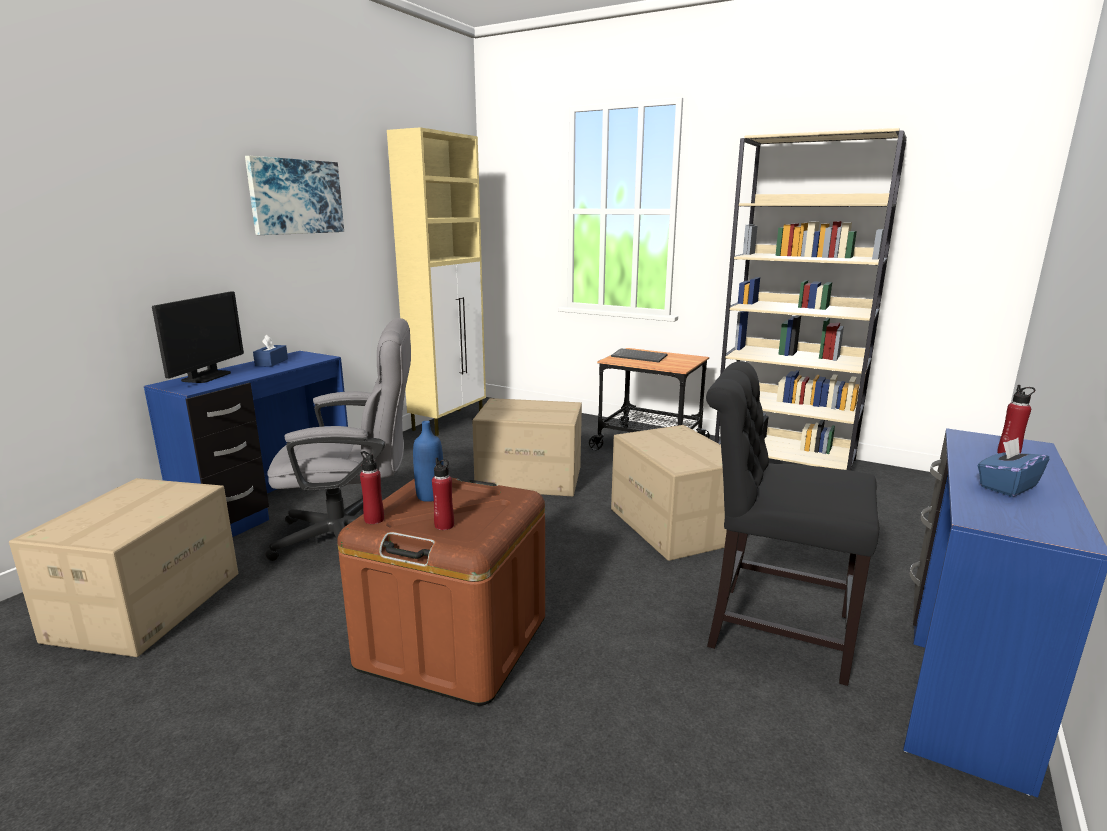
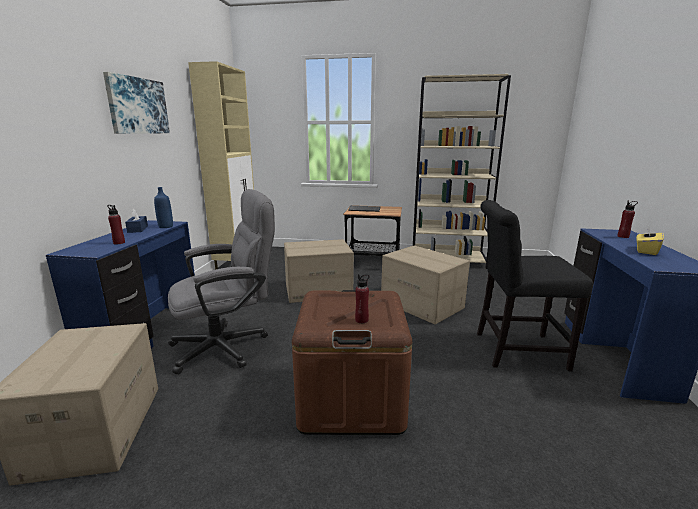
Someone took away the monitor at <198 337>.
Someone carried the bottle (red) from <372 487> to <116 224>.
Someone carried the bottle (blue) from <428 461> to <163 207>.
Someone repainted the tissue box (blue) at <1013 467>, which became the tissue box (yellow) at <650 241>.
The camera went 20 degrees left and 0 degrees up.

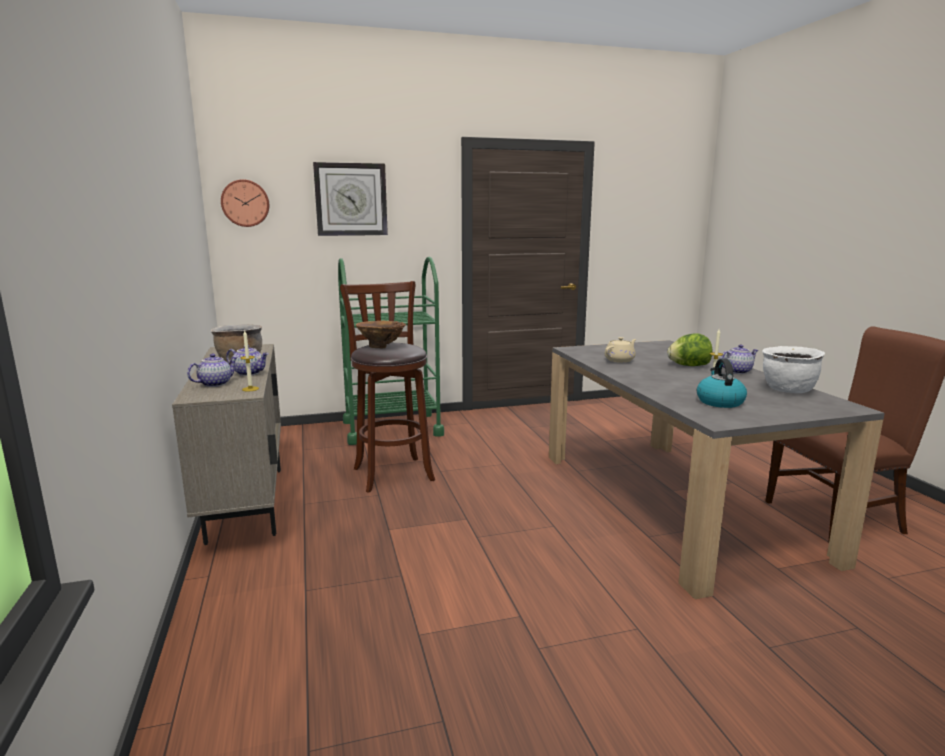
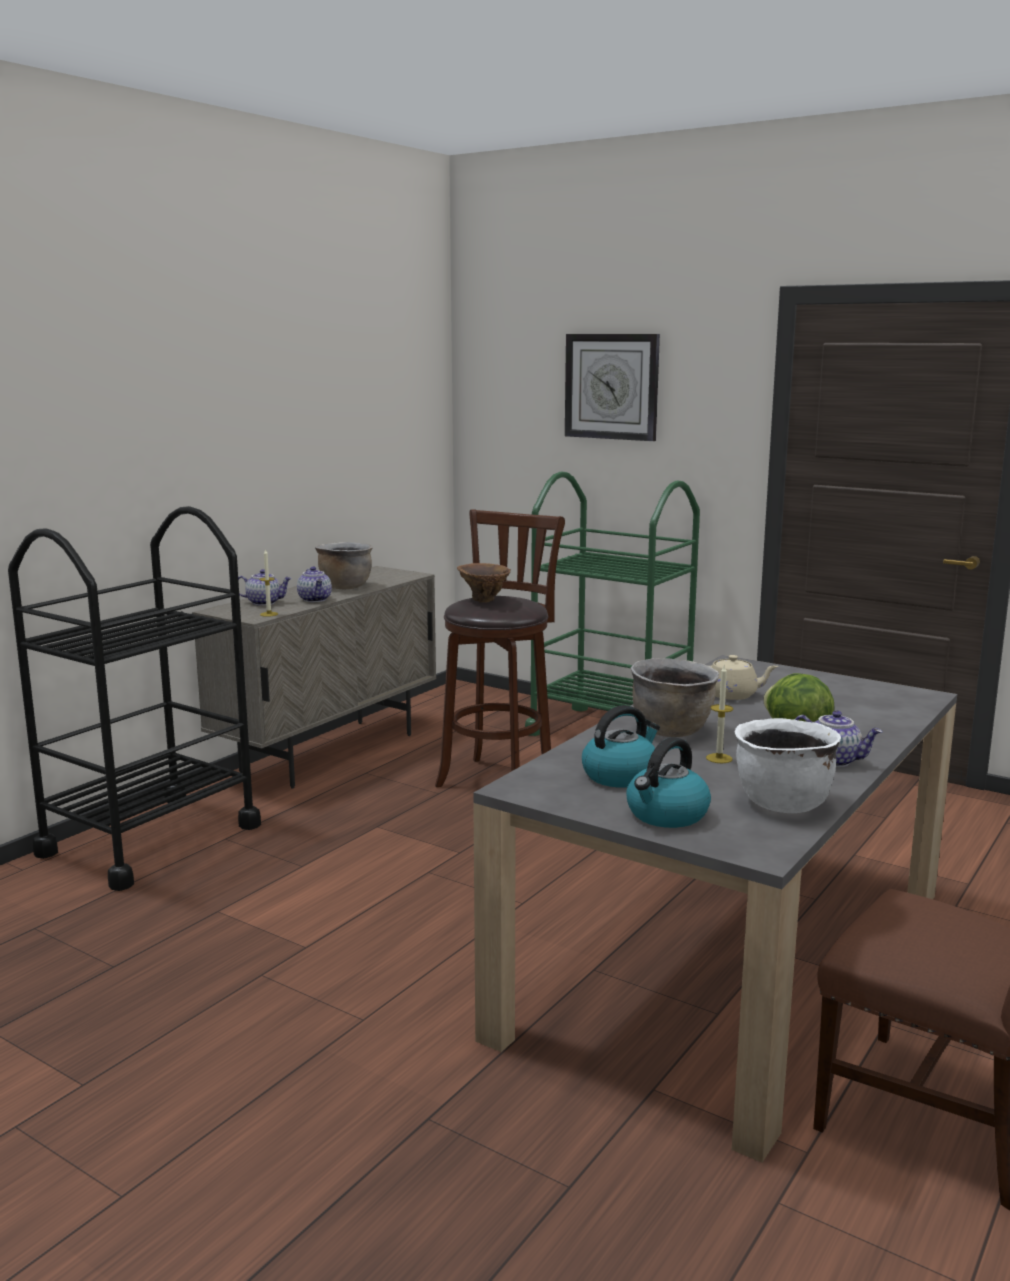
Someone took away the wall clock at <245 203>.
Someone put down the cart (black) at <134 698>.
Someone put down the kettle at <668 782>.
Someone put down the cooking pot (brown) at <675 697>.
The camera went 50 degrees right and 0 degrees up.

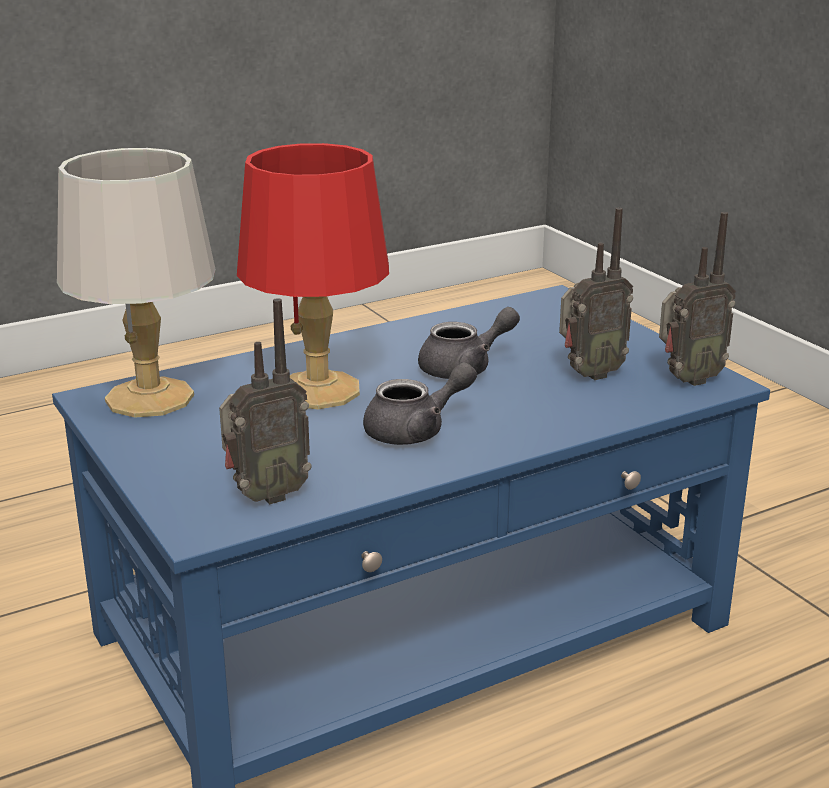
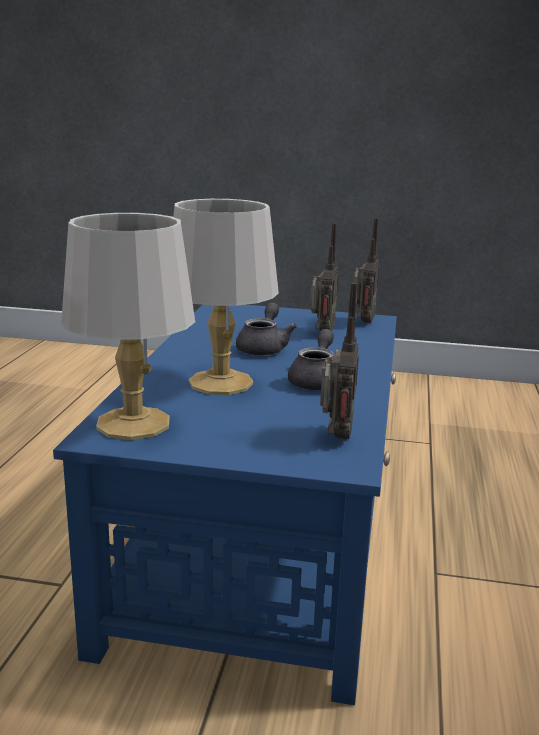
Someone repainted the table lamp (red) at <313 276>, which became the table lamp (grey) at <226 297>.
The camera went 50 degrees left and 5 degrees down.

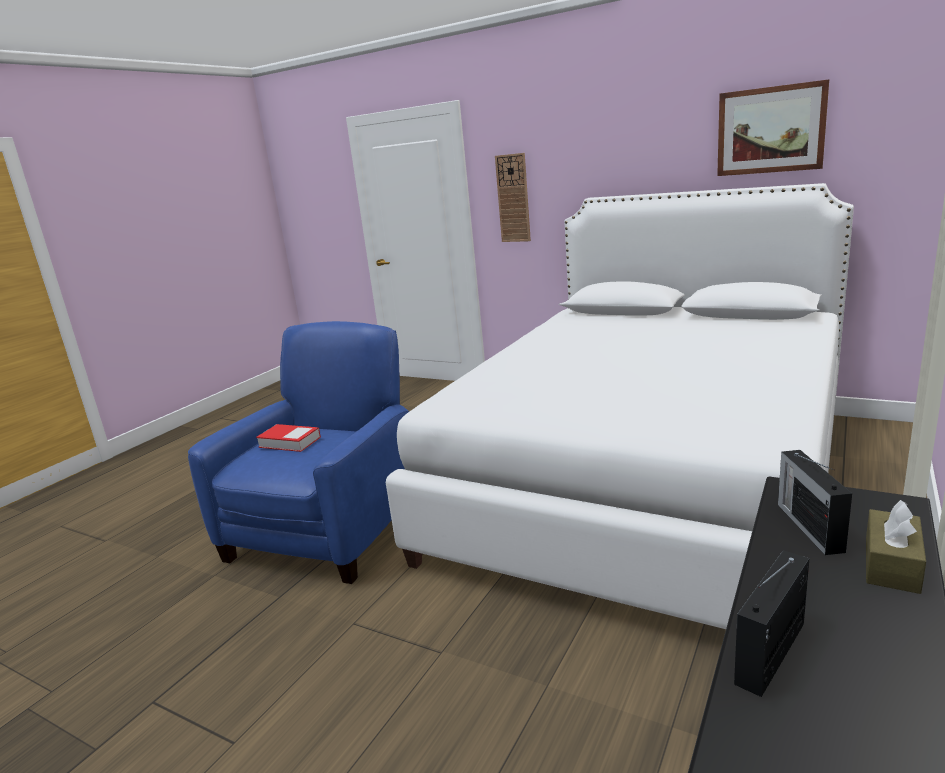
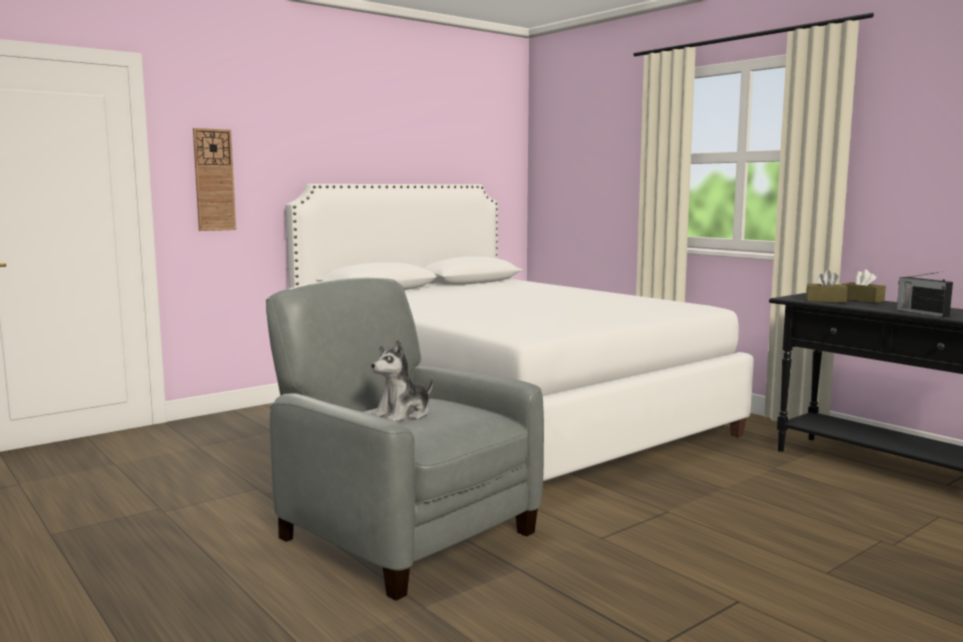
Someone repainted the armchair (blue) at <298 452>, which became the armchair (grey) at <405 439>.
Someone swapped the book at <288 438> for the plush toy at <402 381>.
Someone took away the picture at <773 127>.
Someone swapped the radio at <815 502> for the tissue box (brown) at <826 286>.
The camera went 70 degrees left and 10 degrees down.

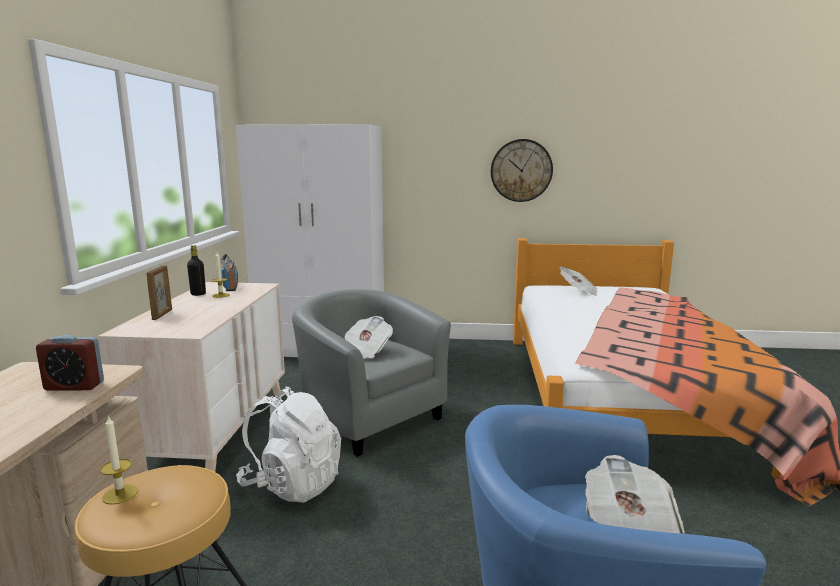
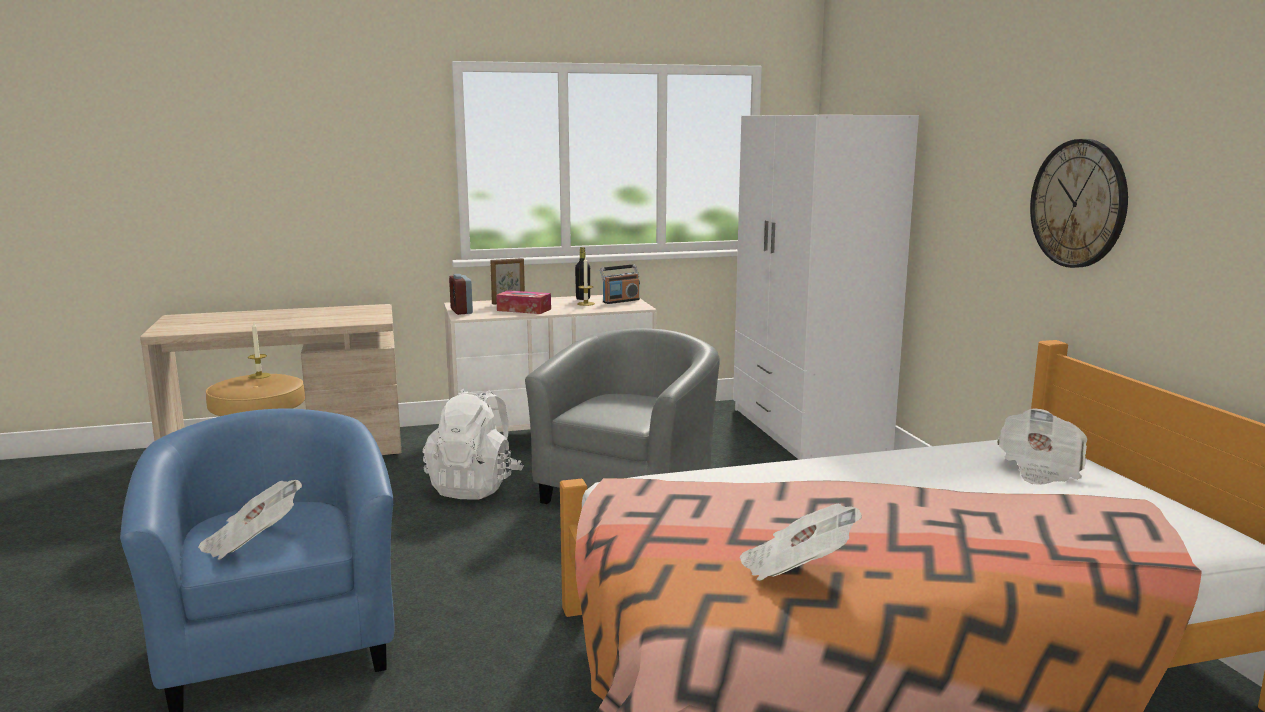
Someone carried the alarm clock from <70 363> to <461 294>.
Someone carried the newspaper from <369 337> to <801 542>.
Someone put down the tissue box at <523 302>.
The camera went 70 degrees right and 0 degrees up.

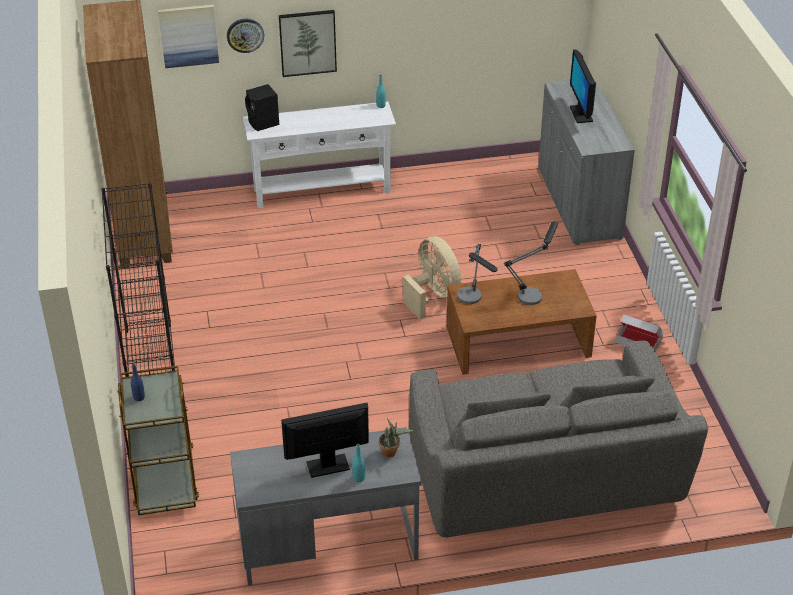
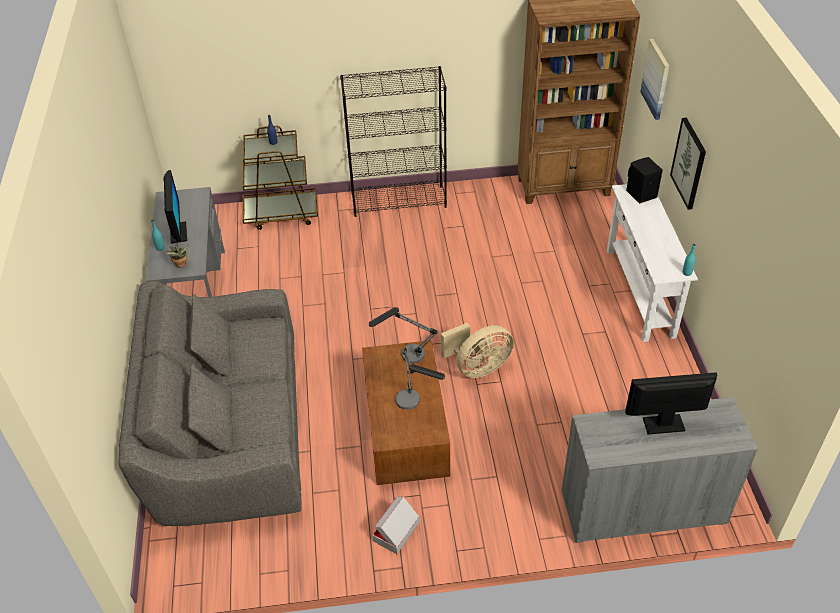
Someone took away the wall clock at <245 36>.
The camera went 95 degrees right and 5 degrees up.

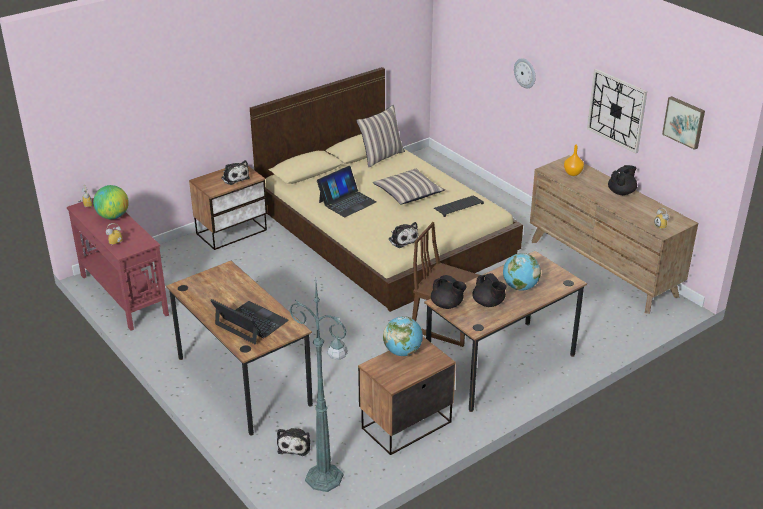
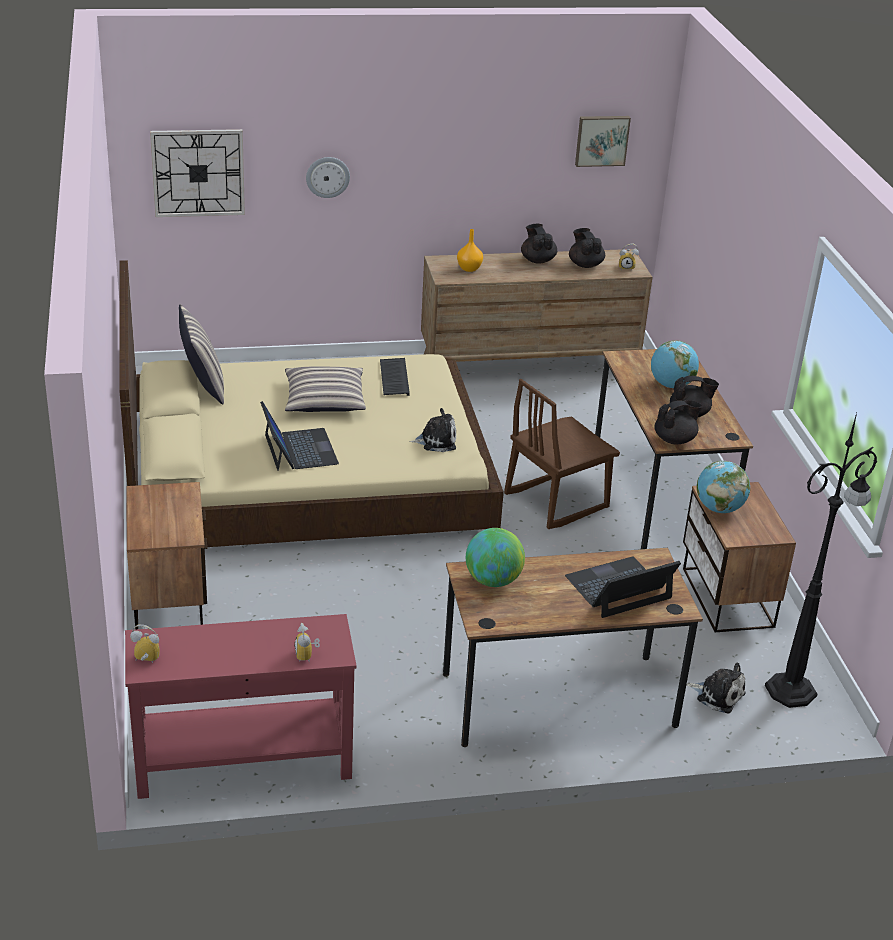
Someone carried the globe from <111 202> to <495 557>.
Someone took away the plush toy at <235 172>.
Someone repainted the floor lamp (green) at <318 388>, which became the floor lamp (black) at <821 560>.
Someone carried the wall clock from <617 111> to <197 173>.
Someone put down the teapot (black) at <587 248>.
The camera went 65 degrees left and 0 degrees up.

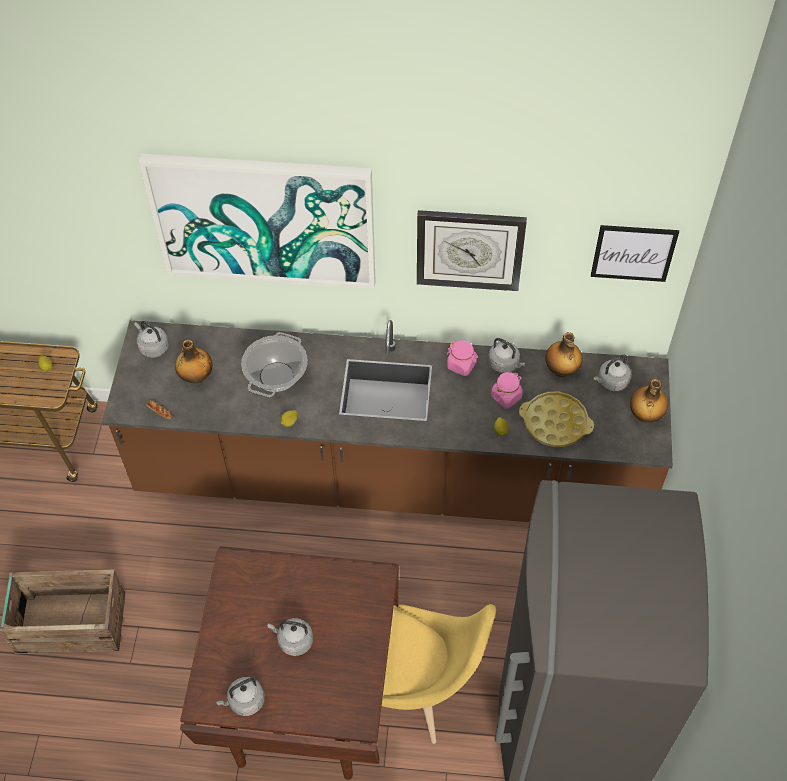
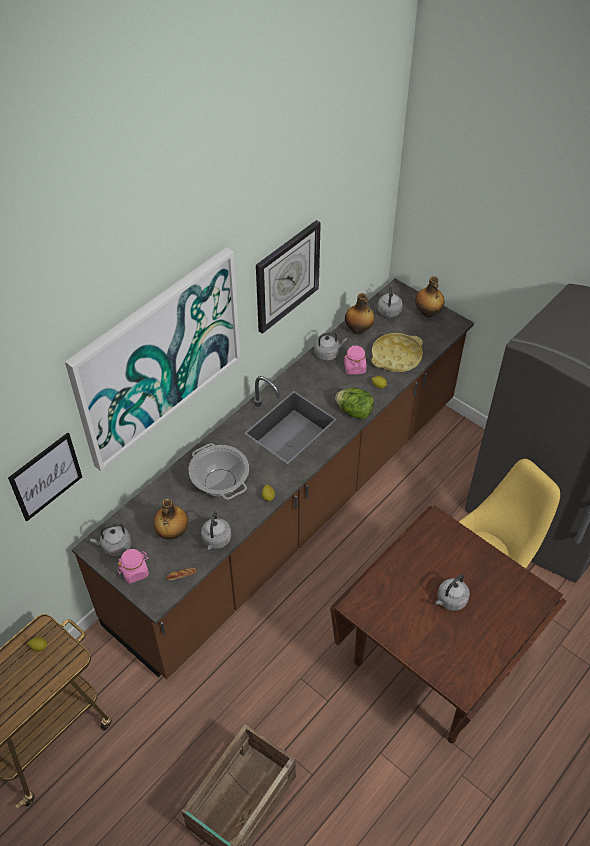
Someone carried the kettle (grey) from <240 696> to <216 530>.
Someone carried the jar (pink) from <462 358> to <133 566>.
Someone carried the picture from <635 253> to <45 477>.
Someone put down the lettuce at <354 403>.
The camera went 55 degrees left and 5 degrees down.

